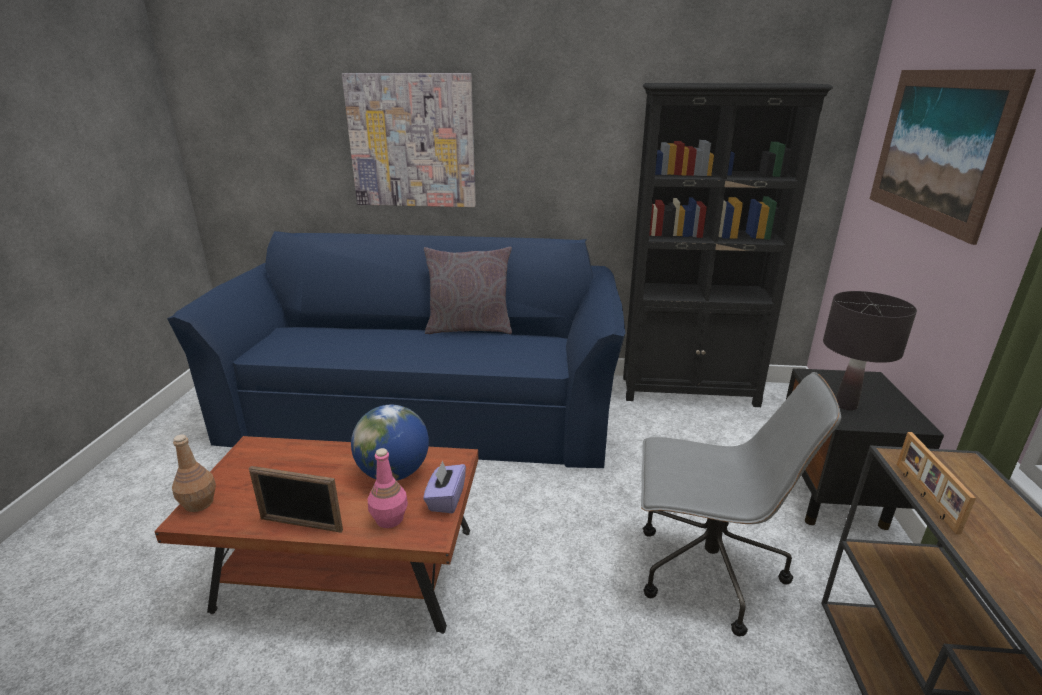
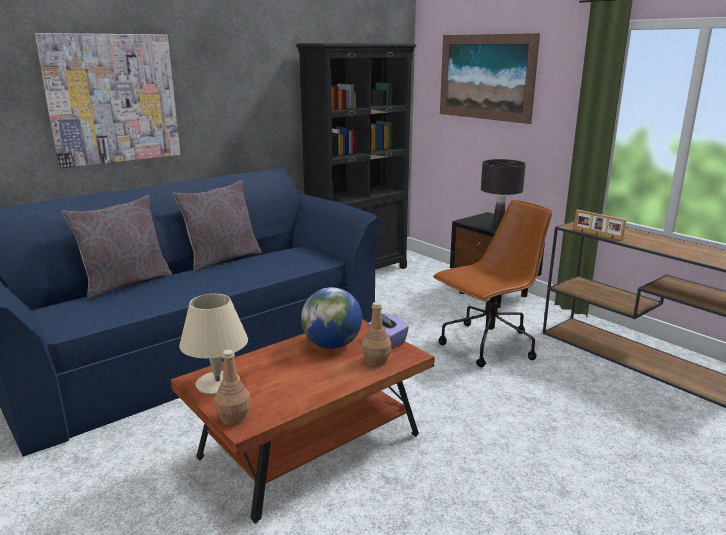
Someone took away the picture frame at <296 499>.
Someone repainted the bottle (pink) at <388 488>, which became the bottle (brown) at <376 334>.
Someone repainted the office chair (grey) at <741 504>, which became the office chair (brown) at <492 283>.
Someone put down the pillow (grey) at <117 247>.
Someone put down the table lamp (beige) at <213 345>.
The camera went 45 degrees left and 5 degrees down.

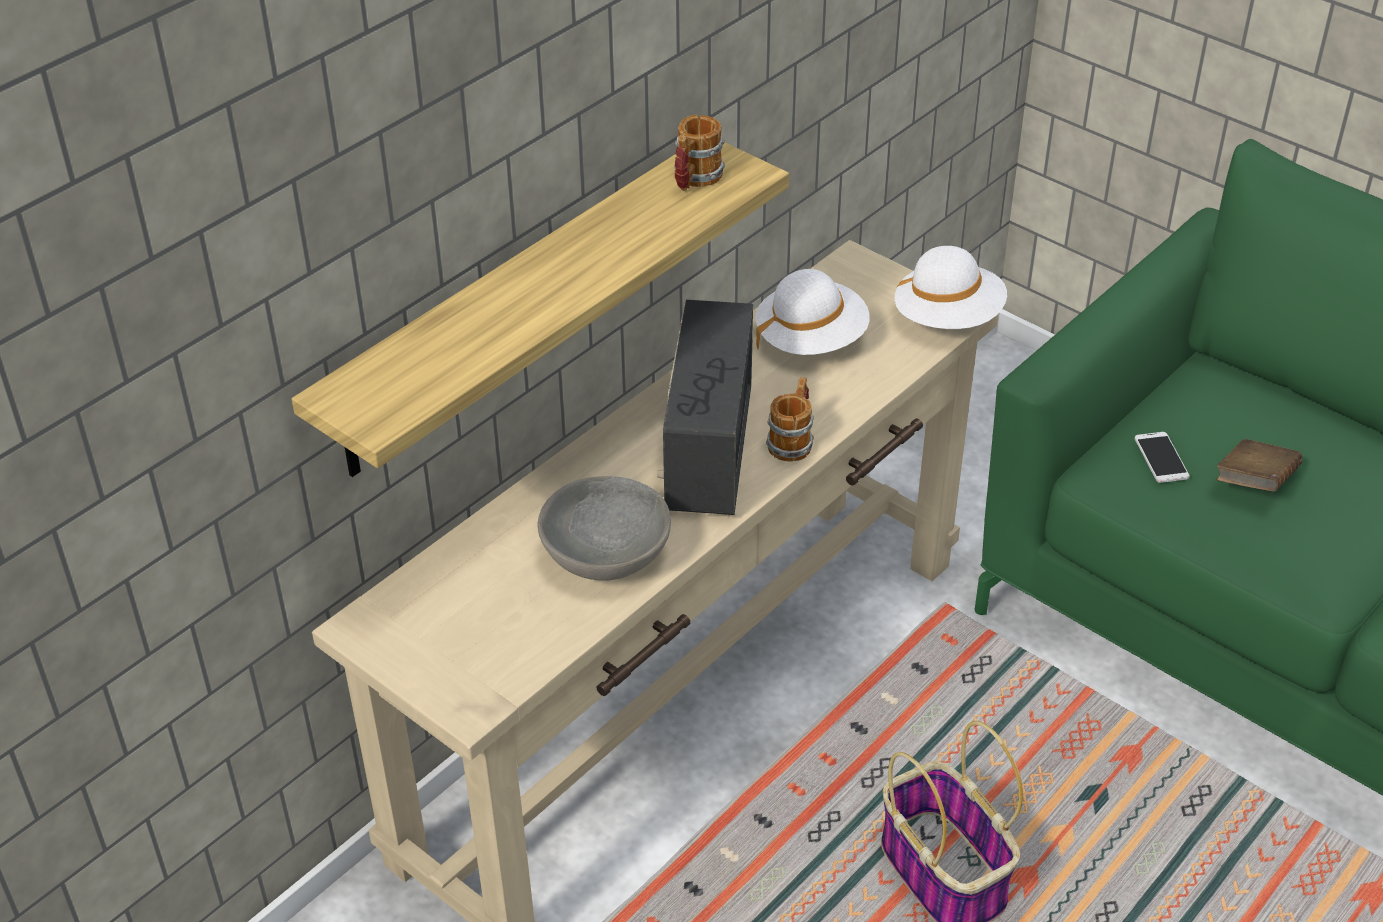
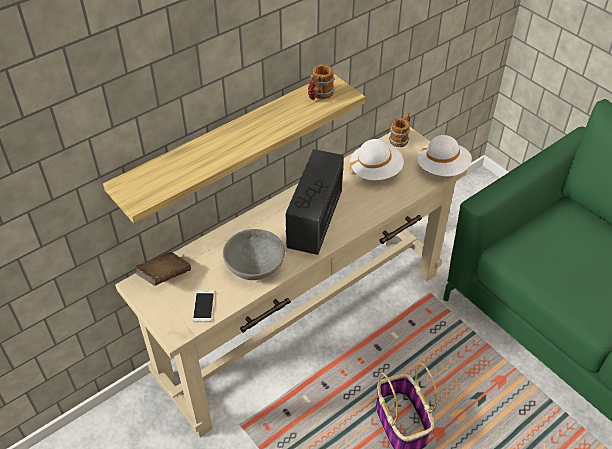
Someone carried the mug from <790 419> to <399 129>.
Someone carried the phone from <1162 457> to <203 306>.
Someone carried the book (brown) from <1260 465> to <163 269>.
The camera went 10 degrees right and 5 degrees up.

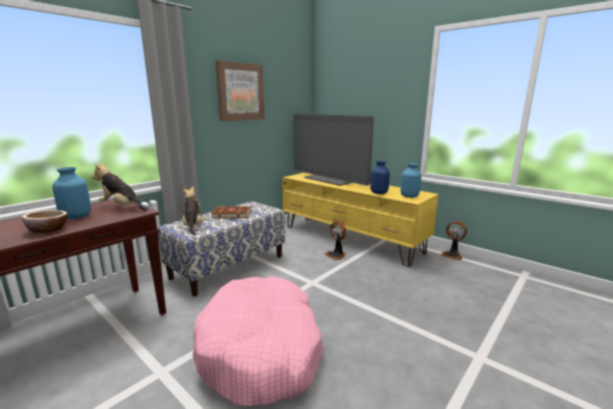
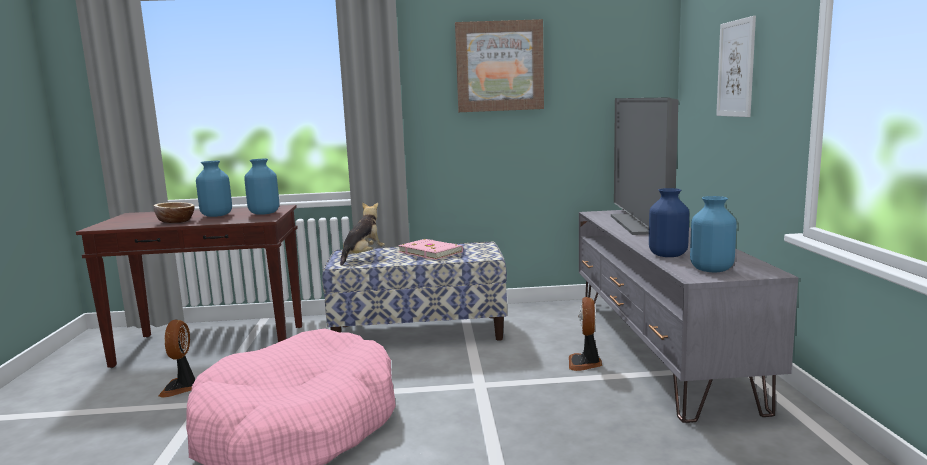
Someone swapped the plush toy at <119 187> for the vase (blue) at <261 187>.
Someone repainted the book (brown) at <231 212>, which became the book (pink) at <430 249>.
Someone repainted the tv stand (yellow) at <360 220>, which became the tv stand (grey) at <688 316>.
Someone carried the fan from <454 240> to <177 359>.
Someone put up the picture at <736 66>.
The camera went 45 degrees right and 5 degrees down.

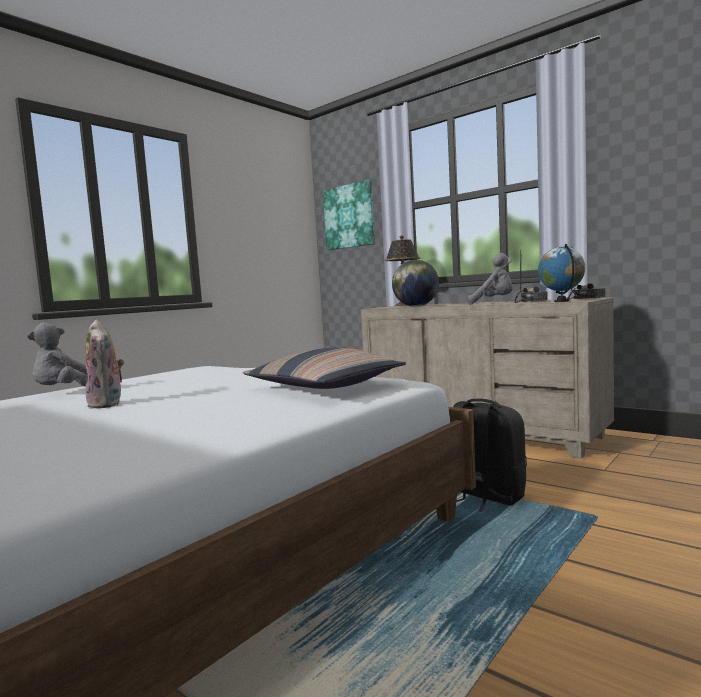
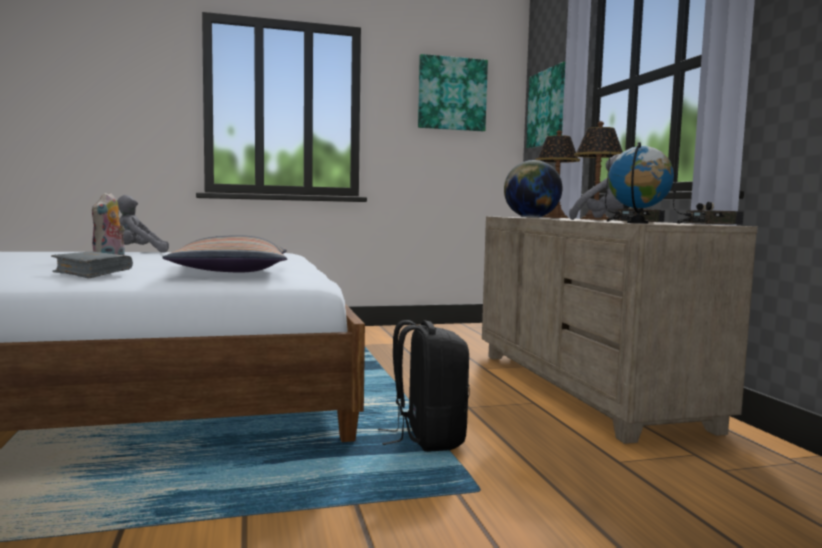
Someone put down the book (grey) at <92 265>.
Someone put up the picture at <453 92>.
Someone put down the table lamp at <598 170>.
The camera went 35 degrees right and 0 degrees up.

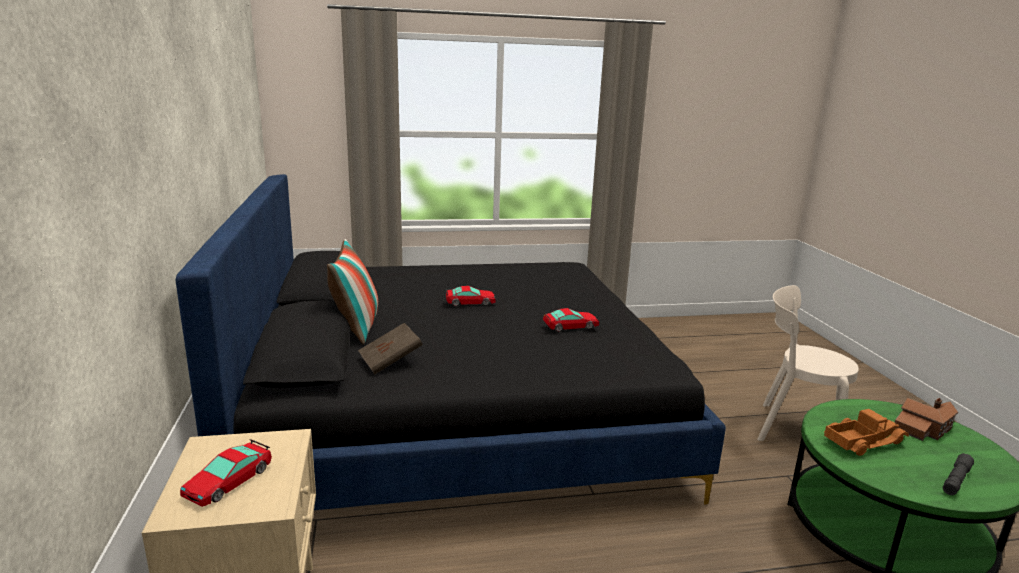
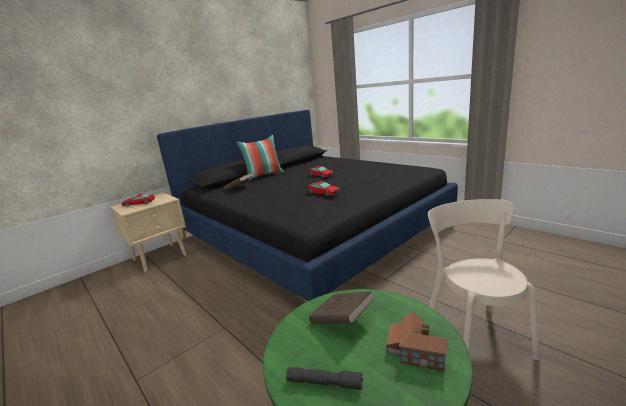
Someone swapped the toy truck at <866 432> for the book (brown) at <342 307>.
The camera went 60 degrees right and 0 degrees up.

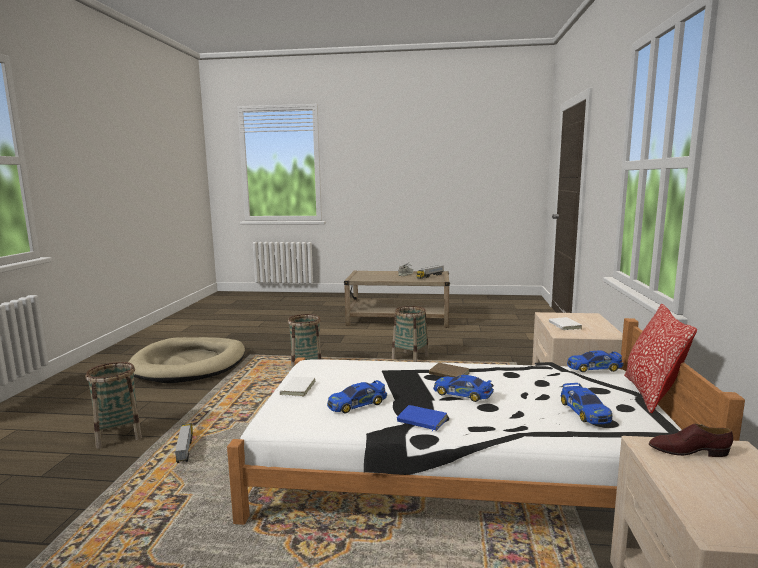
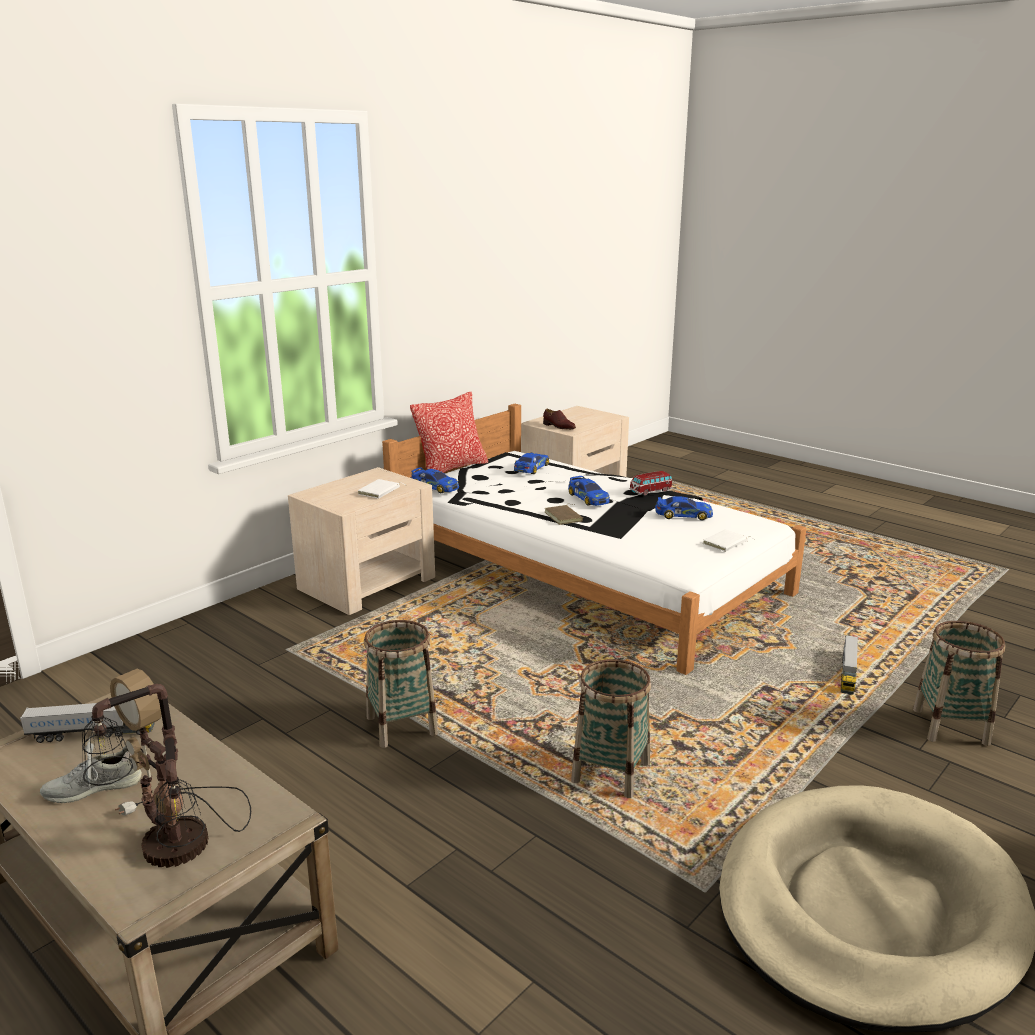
Someone swapped the book (blue) at <422 418> for the toy car at <651 483>.
Someone put down the table lamp at <166 768>.
The camera went 145 degrees left and 10 degrees up.

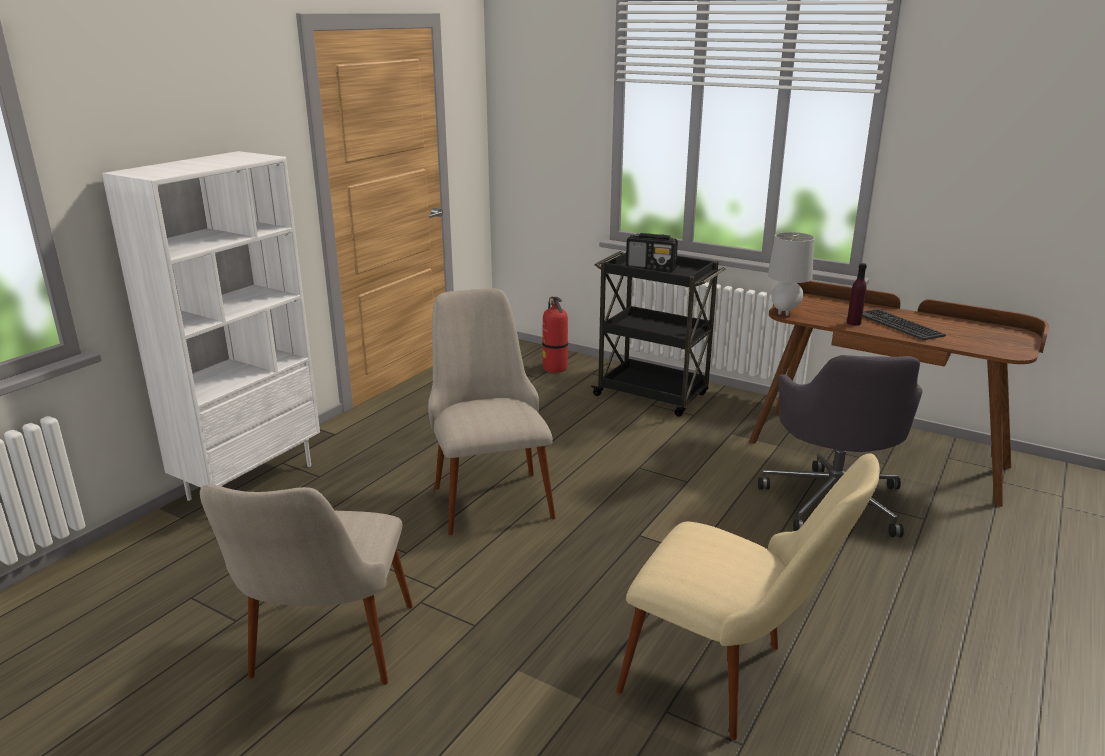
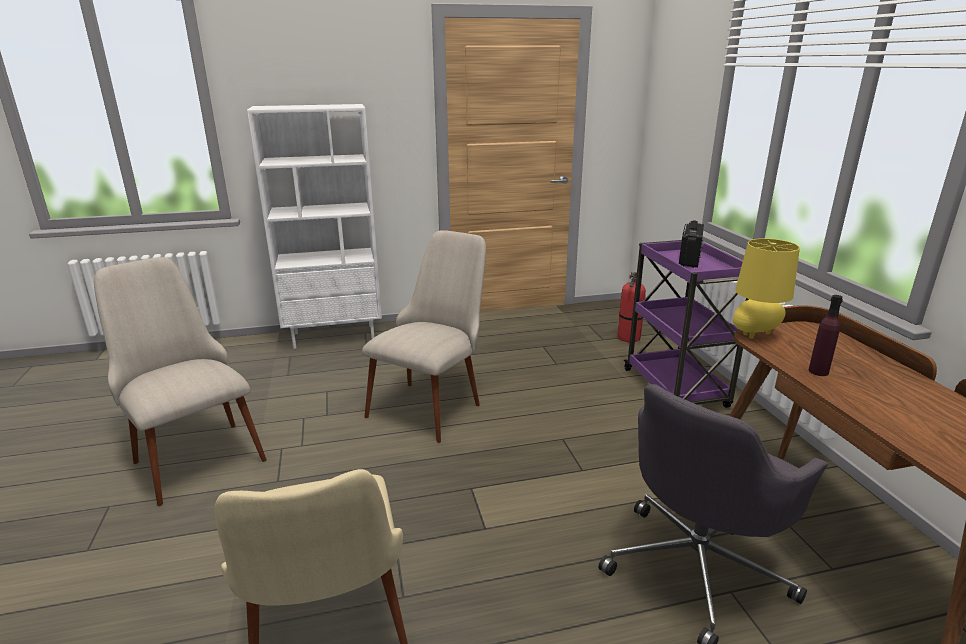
Someone rotated the chair (beige) at <306 584> by 90 degrees clockwise.
Someone repainted the cart (black) at <658 334>, which became the cart (purple) at <686 324>.
Someone rotated the radio at <652 253> by 135 degrees counterclockwise.
Someone repainted the table lamp (grey) at <791 274>, which became the table lamp (yellow) at <766 288>.
Someone took away the keyboard at <904 324>.
The camera went 45 degrees right and 0 degrees up.

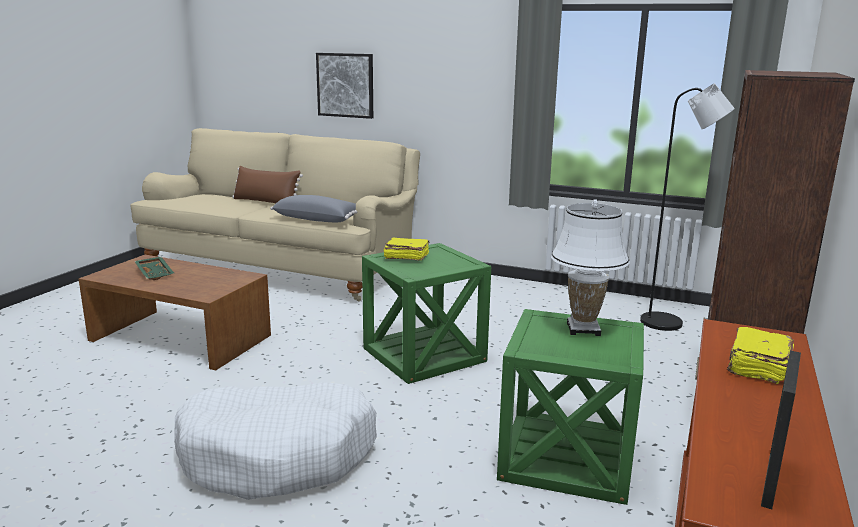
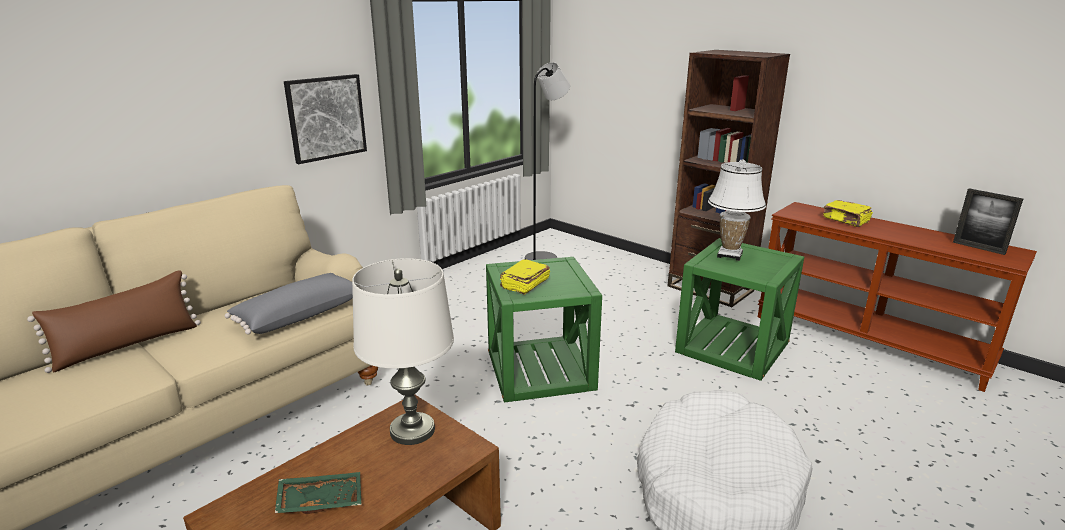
Someone carried the picture from <344 86> to <325 119>.
Someone put down the table lamp (white) at <403 351>.
The camera went 70 degrees left and 5 degrees up.

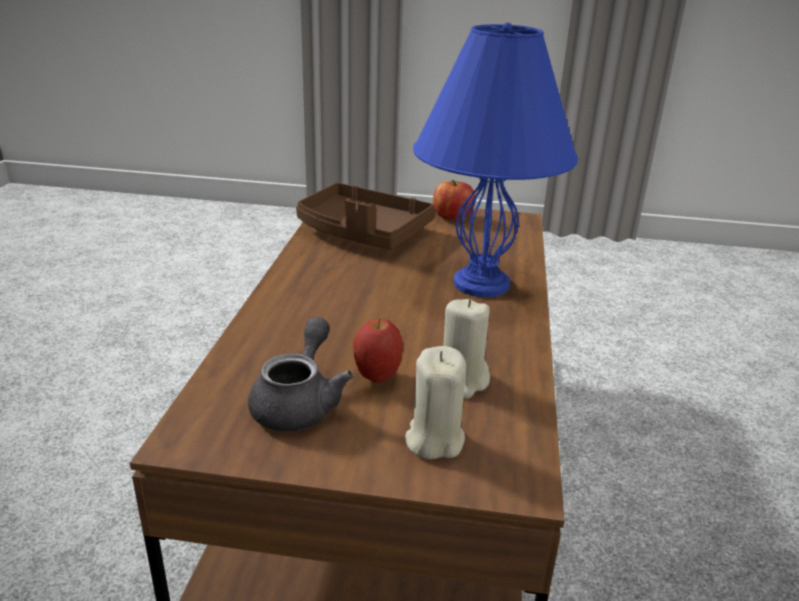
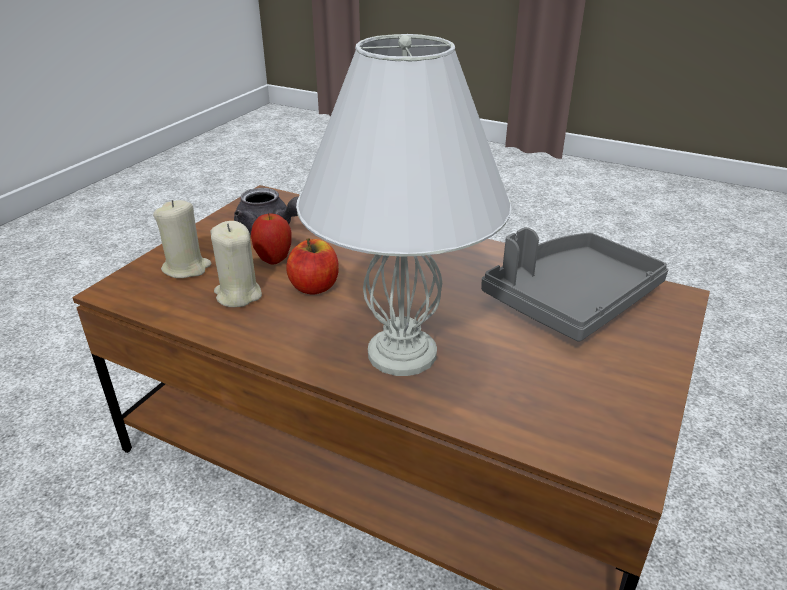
Someone repainted the tray (brown) at <366 216>, which became the tray (grey) at <574 284>.
Someone repainted the table lamp (blue) at <495 159>, which became the table lamp (white) at <403 205>.
Someone carried the apple from <454 200> to <312 266>.
The camera went 110 degrees right and 5 degrees up.

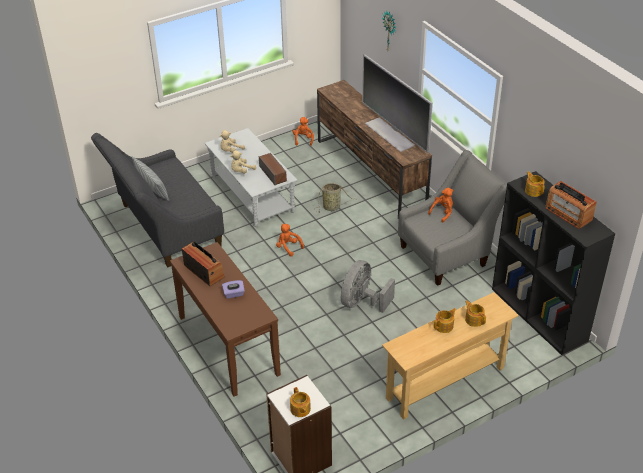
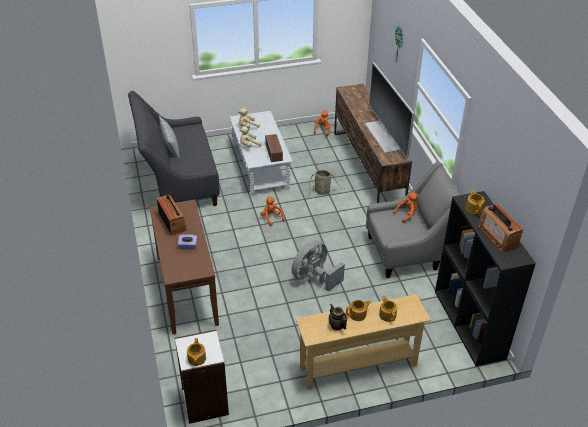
Someone put down the teapot at <338 317>.
The camera went 15 degrees right and 0 degrees up.

